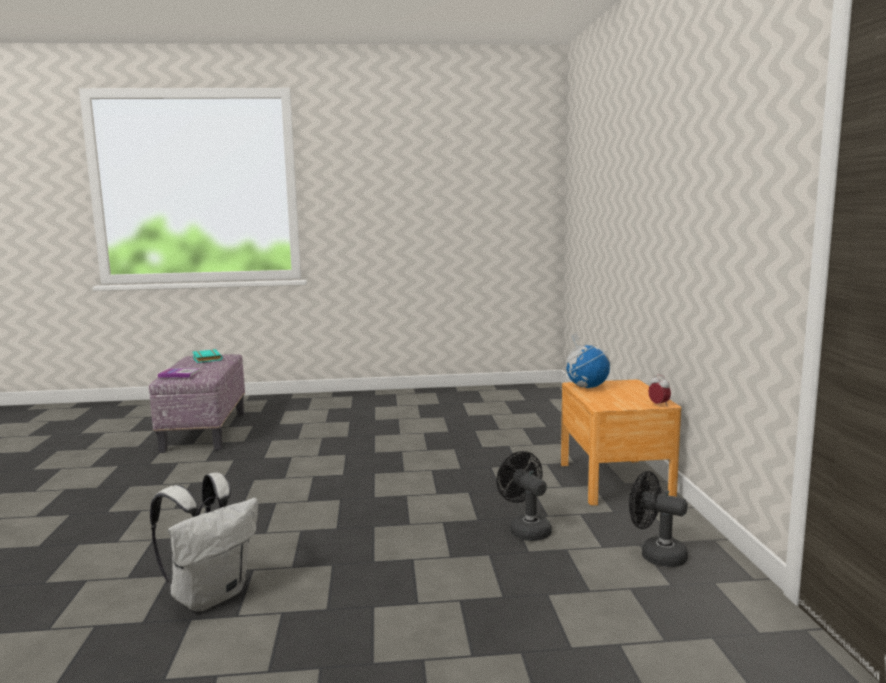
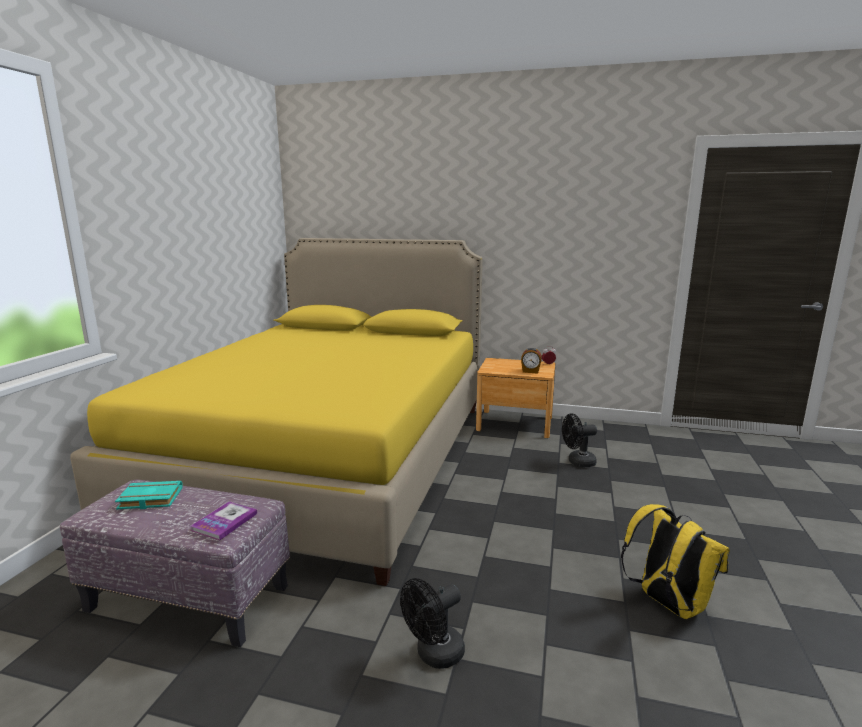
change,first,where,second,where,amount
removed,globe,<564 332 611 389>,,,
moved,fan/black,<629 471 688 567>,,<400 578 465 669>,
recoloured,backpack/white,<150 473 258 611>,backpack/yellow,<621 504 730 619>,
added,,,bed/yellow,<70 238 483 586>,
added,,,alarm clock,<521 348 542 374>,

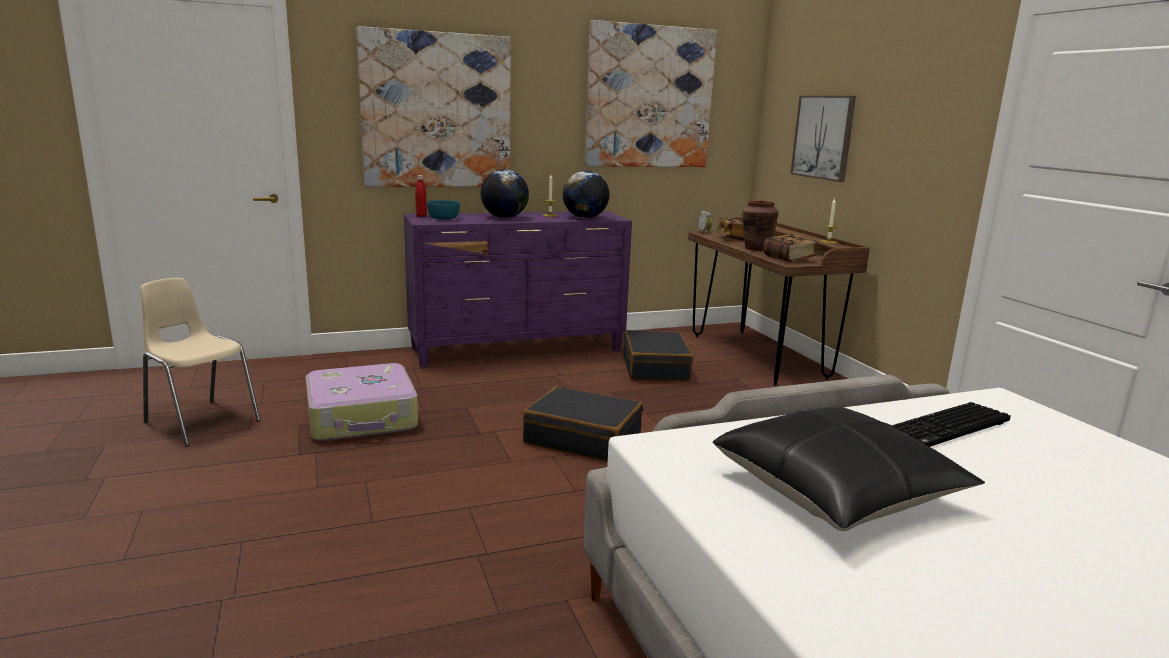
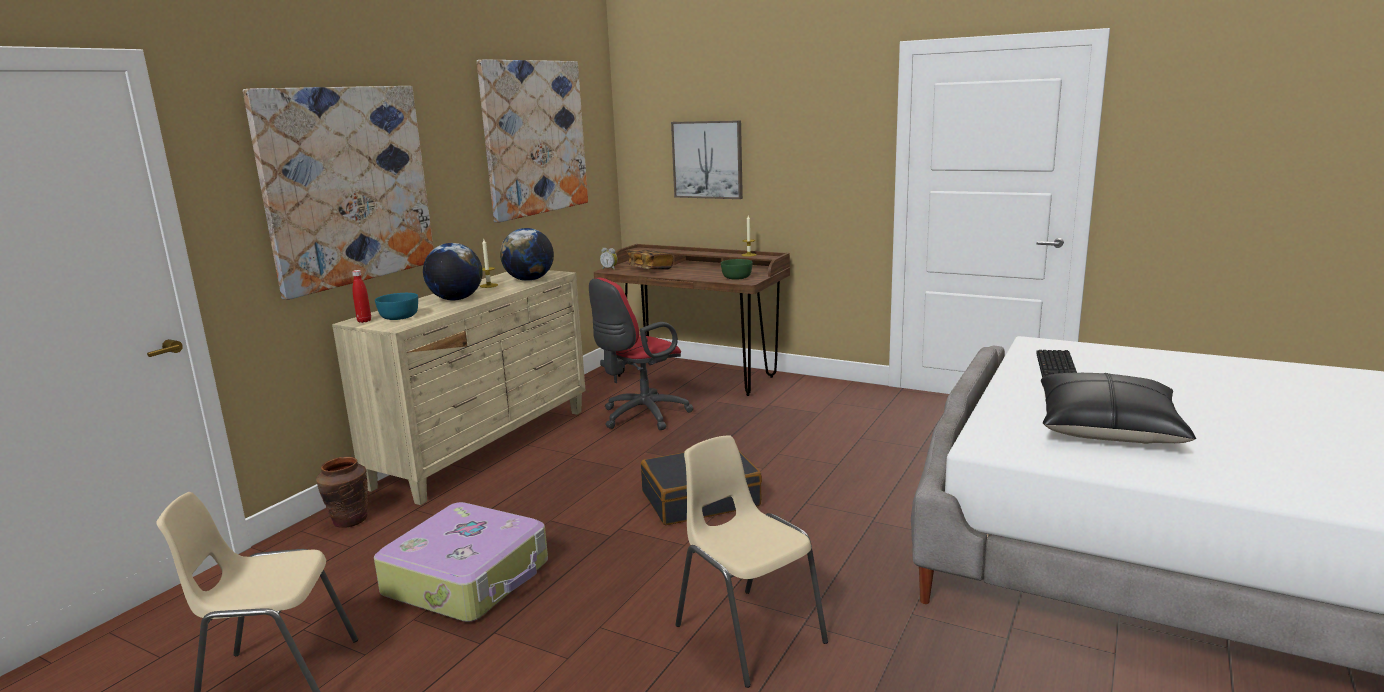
change,first,where,second,where,amount
moved,vase/brown,<742 200 779 251>,,<316 457 368 528>,
recoloured,dresser/purple,<404 211 632 367>,dresser/beige,<332 270 586 505>,
replaced,book,<763 234 818 262>,bowl/green,<721 259 753 280>,
replaced,suitcase/black,<623 330 693 382>,office chair/red,<589 277 693 430>,
added,,,chair/beige,<675 435 828 688>,

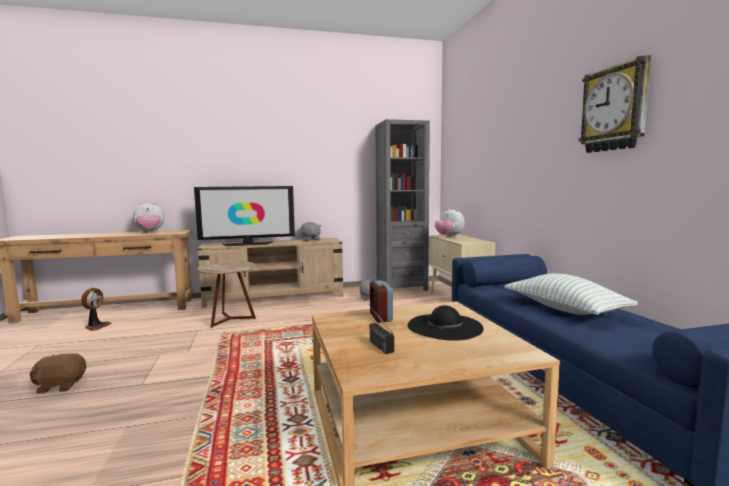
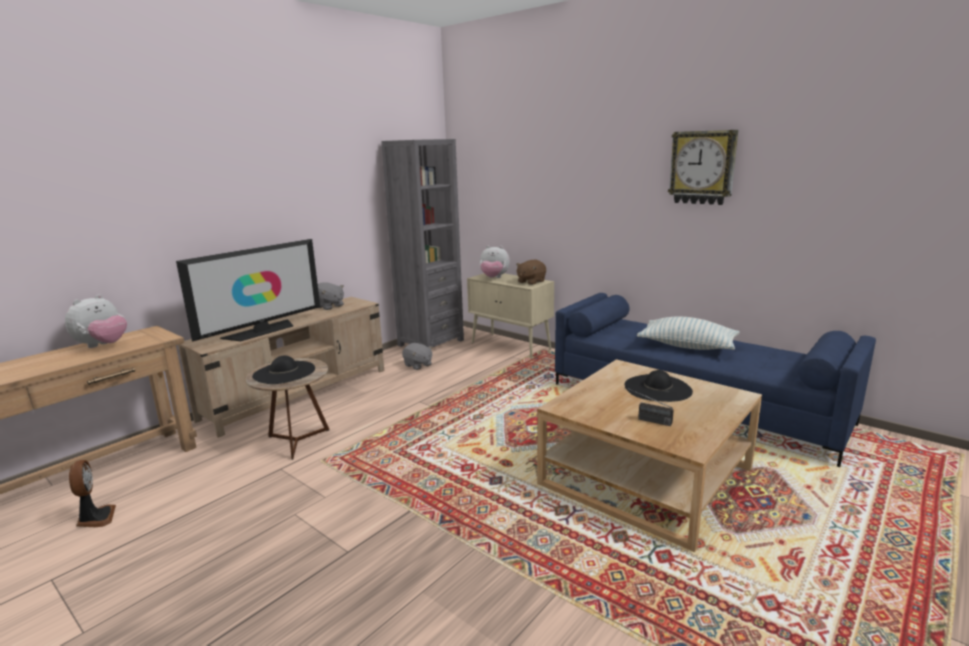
change,first,where,second,where,amount
removed,alarm clock,<370 280 393 322>,,,
moved,plush toy/brown,<29 354 86 394>,,<516 259 546 285>,
added,,,hat/black,<252 356 315 384>,

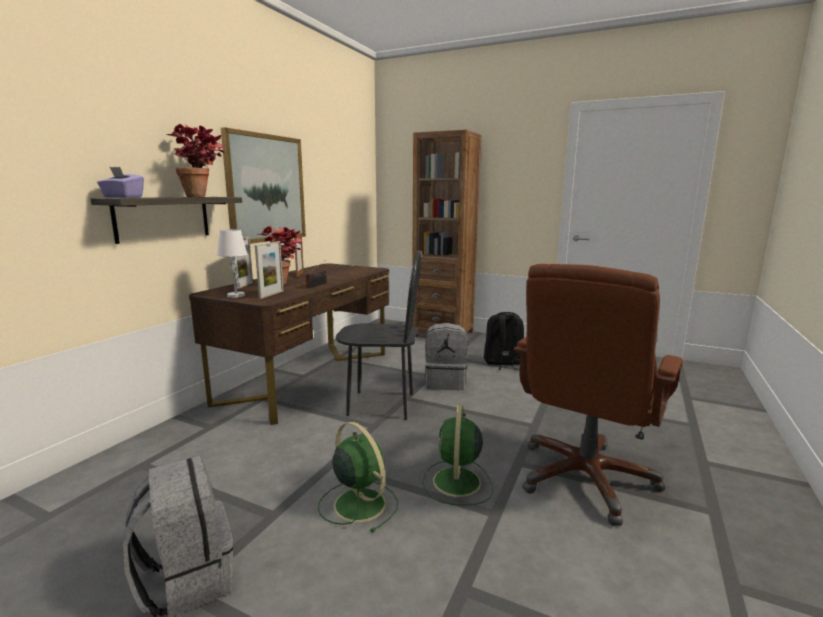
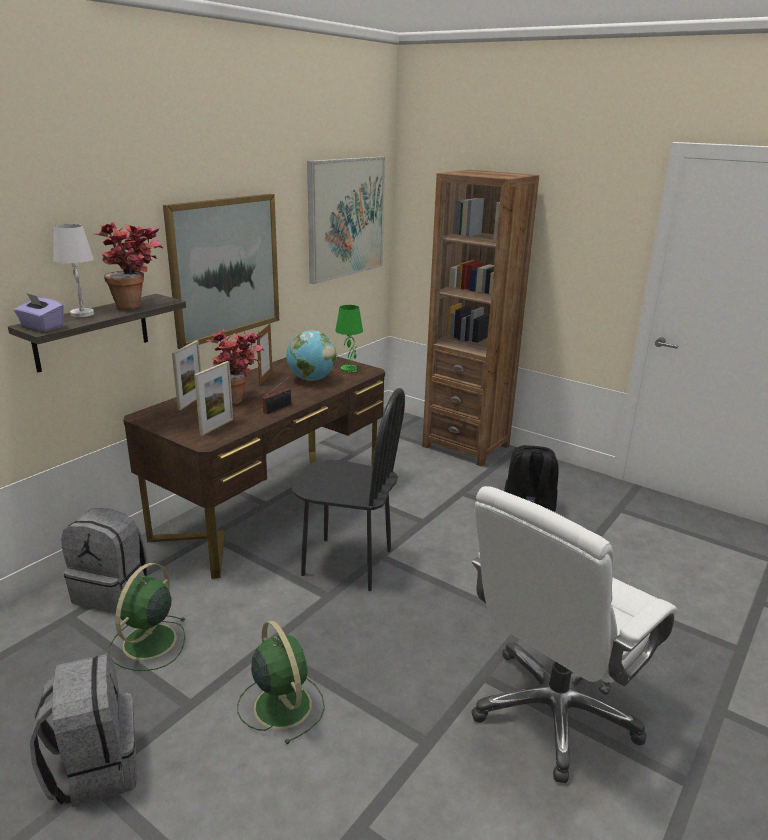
change,first,where,second,where,amount
moved,table lamp/white,<217 229 247 298>,,<53 224 94 317>,
recoloured,office chair/brown,<514 264 683 526>,office chair/white,<471 486 677 783>,
moved,backpack/grey,<424 323 468 390>,,<61 508 149 613>,
moved,fan/green,<423 404 493 506>,,<108 563 186 671>,
added,,,picture,<307 156 385 284>,
added,,,table lamp/green,<335 305 363 373>,
added,,,globe,<286 330 337 381>,

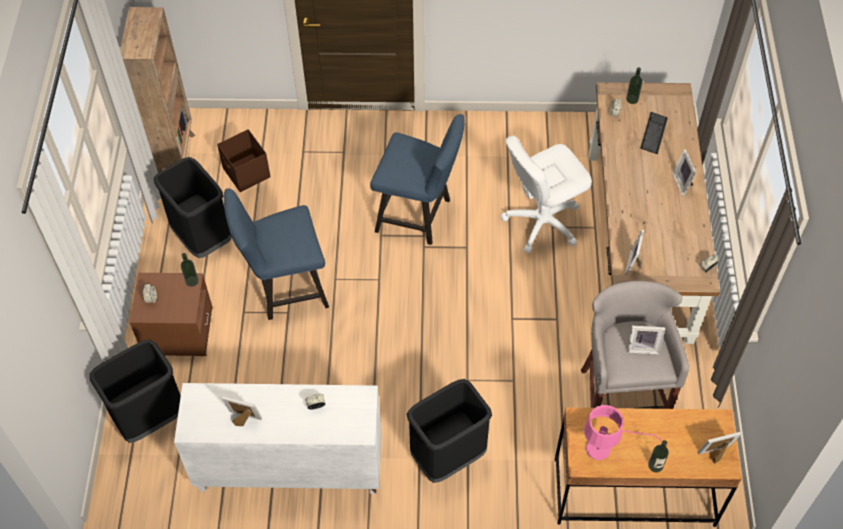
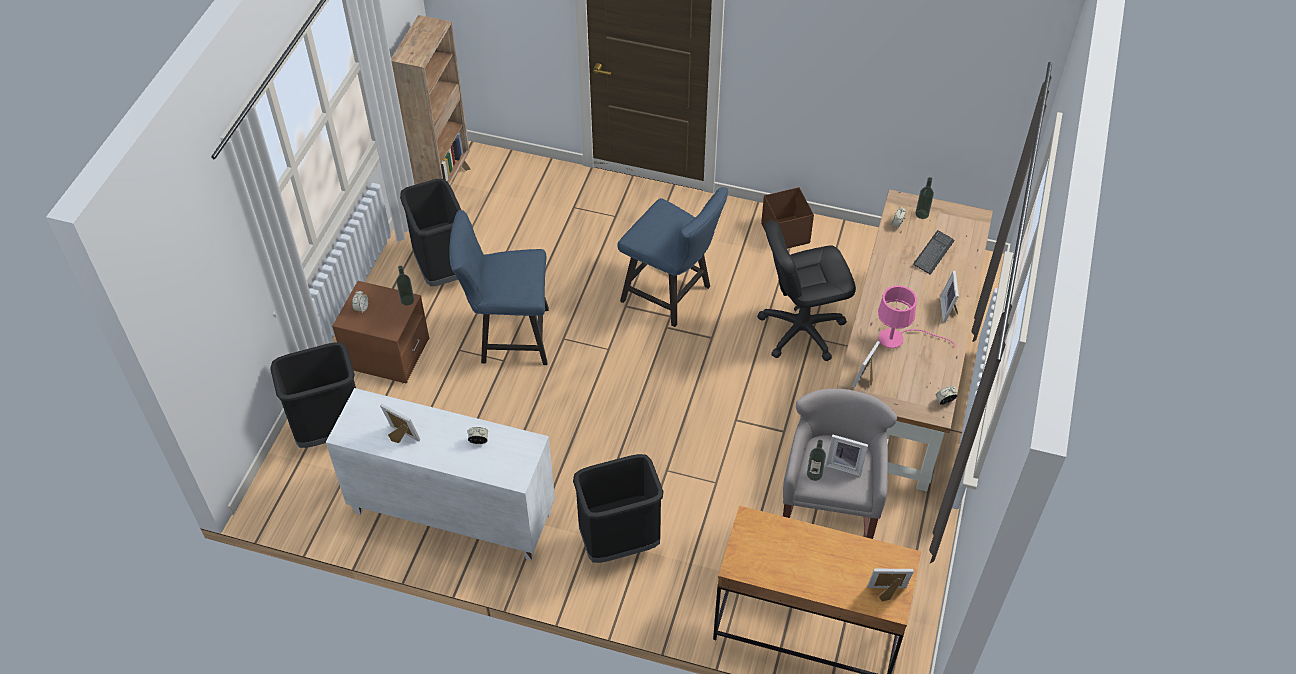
change,first,where,second,where,amount
moved,storage box/brown,<217 129 270 192>,,<761 187 814 249>,
recoloured,office chair/white,<501 135 592 253>,office chair/black,<757 221 856 361>,
moved,table lamp/pink,<584 405 662 460>,,<878 286 955 348>,
moved,bottle,<648 440 669 473>,,<807 440 826 481>,

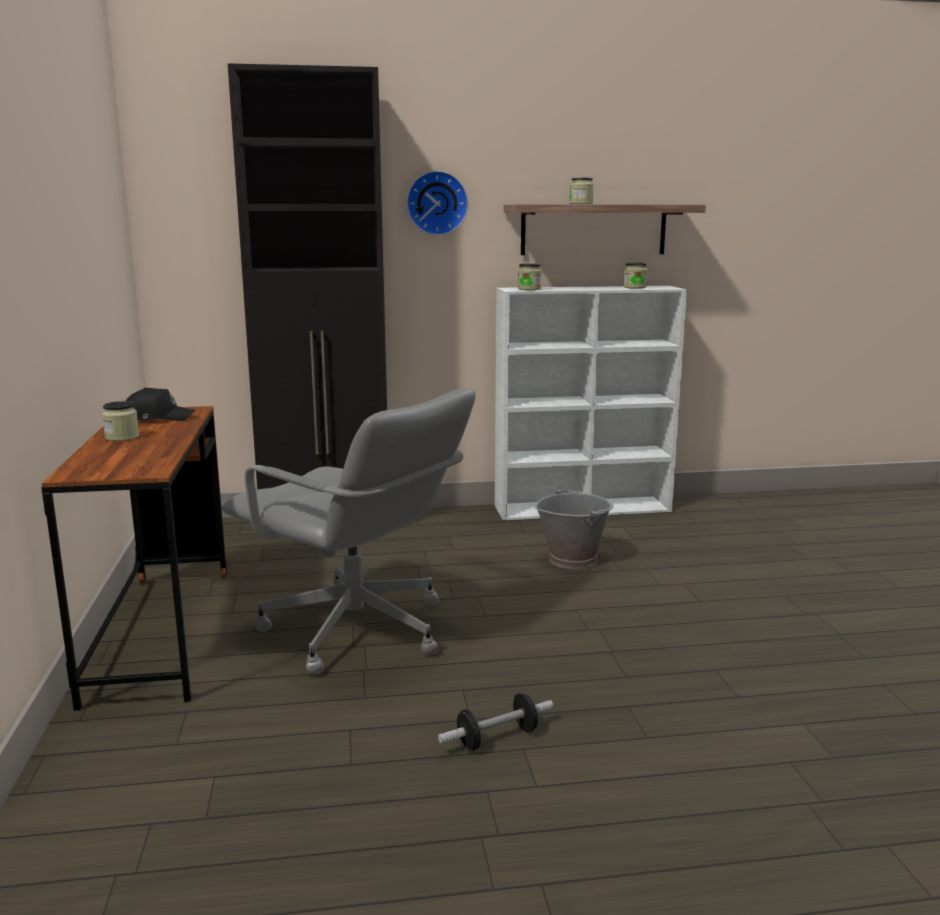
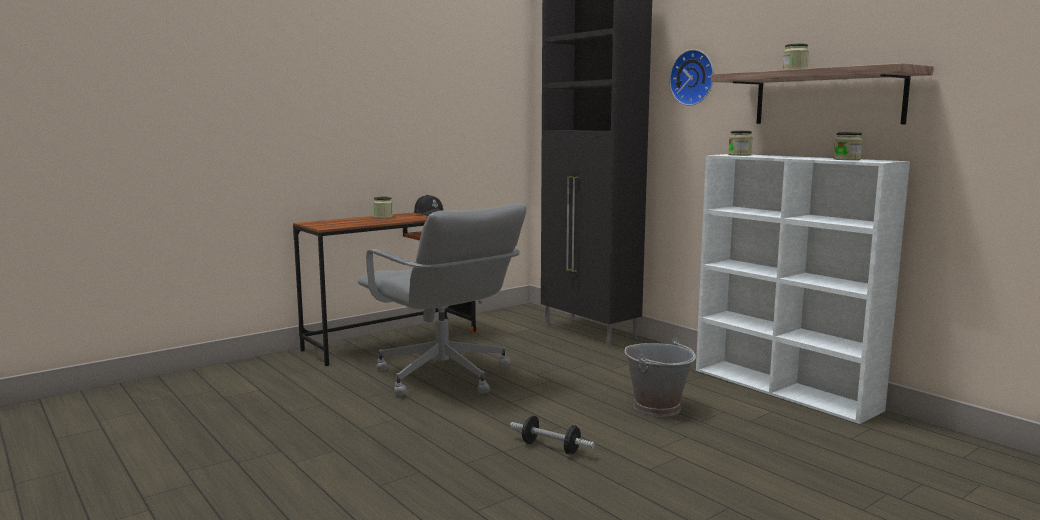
change,first,where,second,where,amount
turned,office chair/grey,<222 389 476 674>,,<357 204 527 396>,45 degrees counterclockwise
moved,dumbbell,<438 693 553 750>,,<510 416 595 455>,

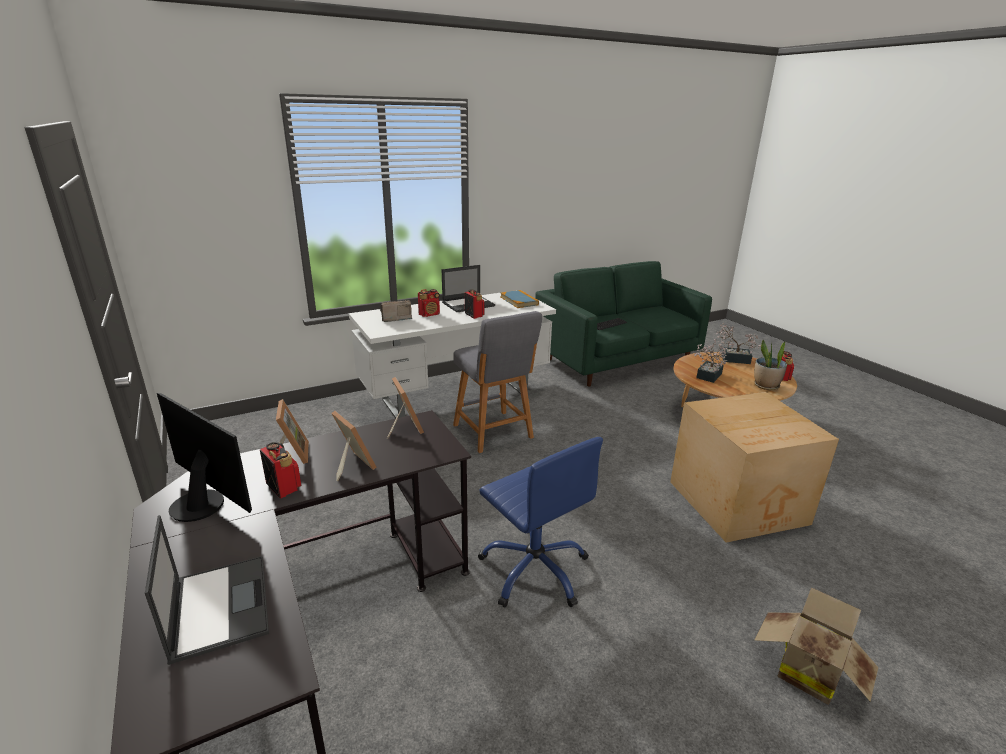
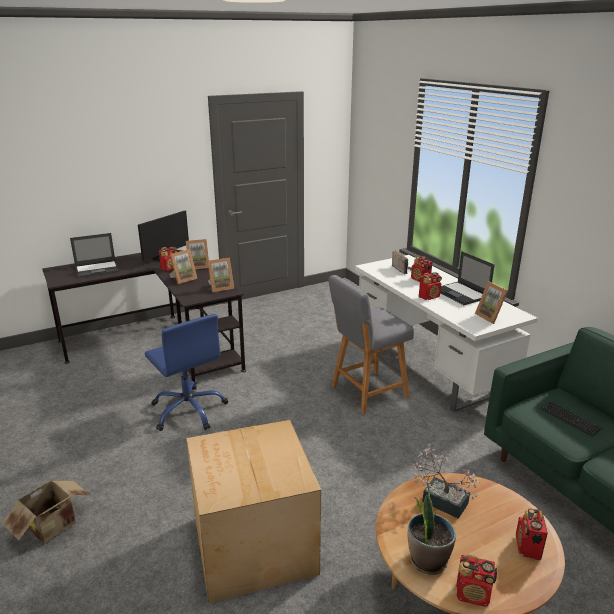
change,first,where,second,where,amount
replaced,book,<501 290 539 308>,picture frame,<475 281 508 324>,
replaced,potted plant,<714 323 761 364>,radio,<516 509 548 560>,
turned,office chair/blue,<478 437 603 608>,,<145 314 229 431>,90 degrees counterclockwise

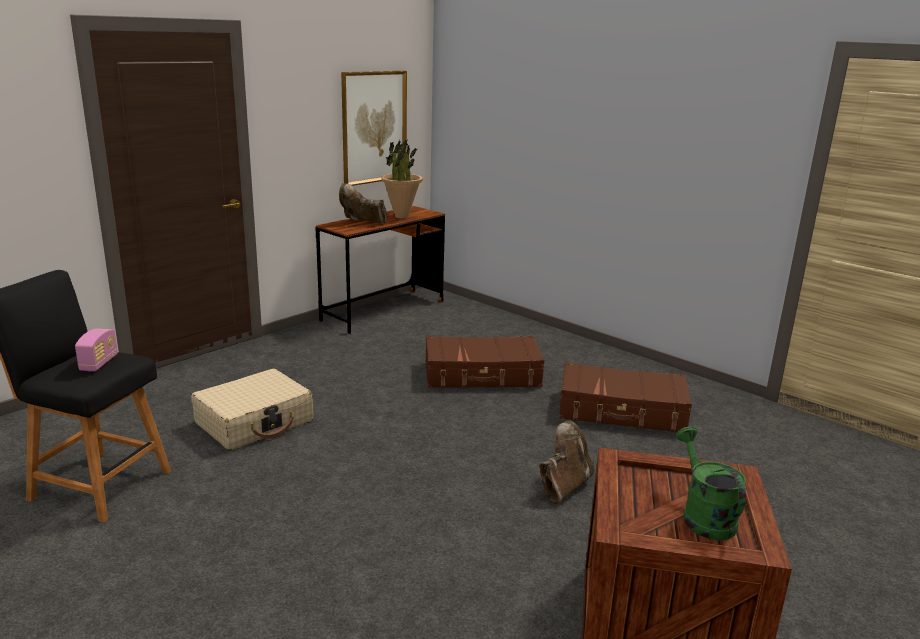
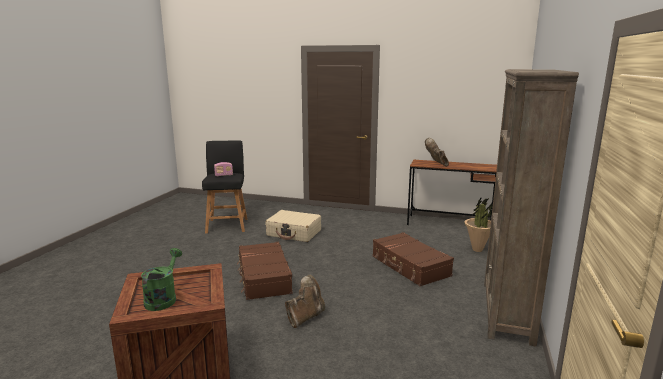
change,first,where,second,where,amount
removed,picture,<341 71 407 186>,,,
moved,potted plant,<381 139 423 218>,,<464 197 493 252>,
moved,suitcase/brown,<559 362 692 432>,,<237 242 293 300>,
turned,boot/brown,<539 420 595 505>,,<285 275 325 328>,60 degrees counterclockwise
turned,watering can/green,<676 427 746 540>,,<141 248 182 311>,45 degrees counterclockwise
added,,,bookcase/brown,<484 69 579 347>,

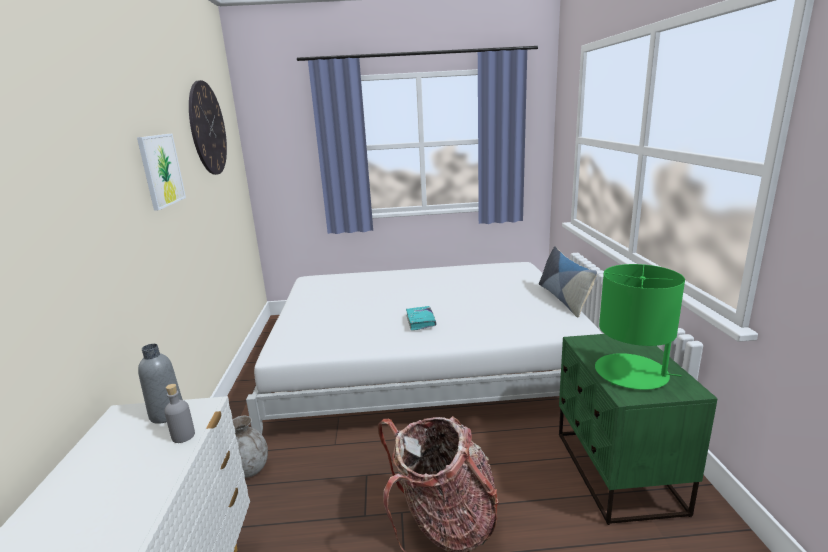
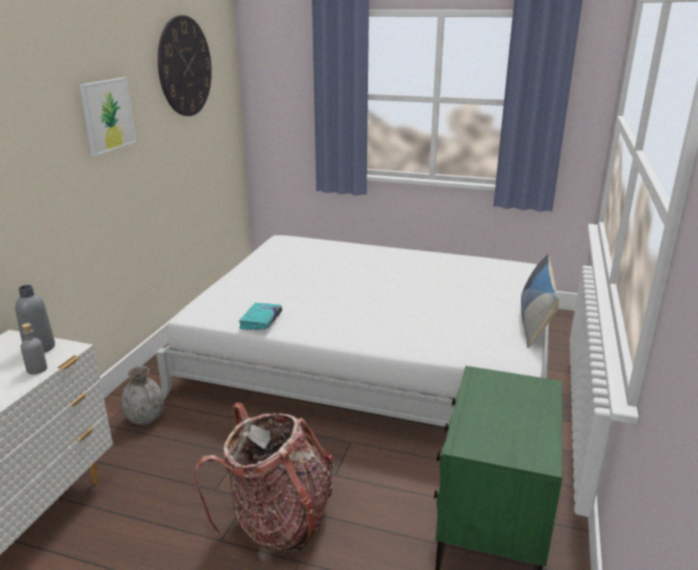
change,first,where,second,where,amount
removed,table lamp/green,<595 264 685 390>,,,
moved,book/turquoise,<406 306 436 330>,,<239 303 282 330>,

